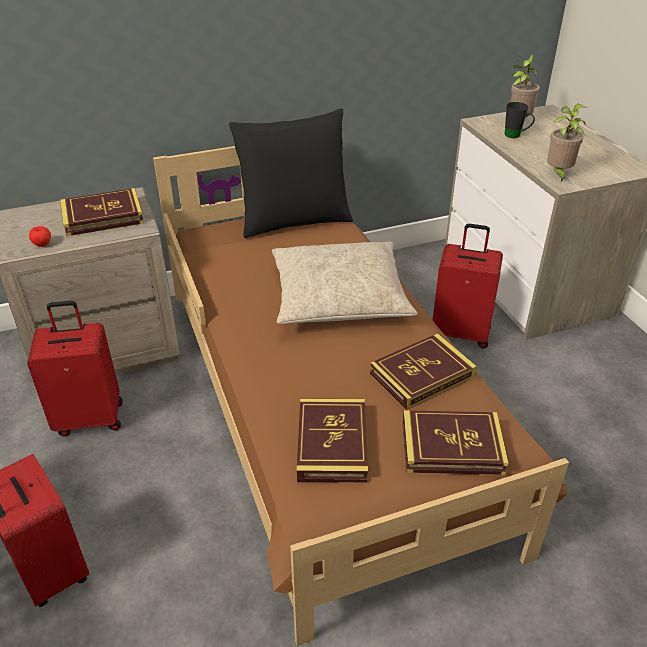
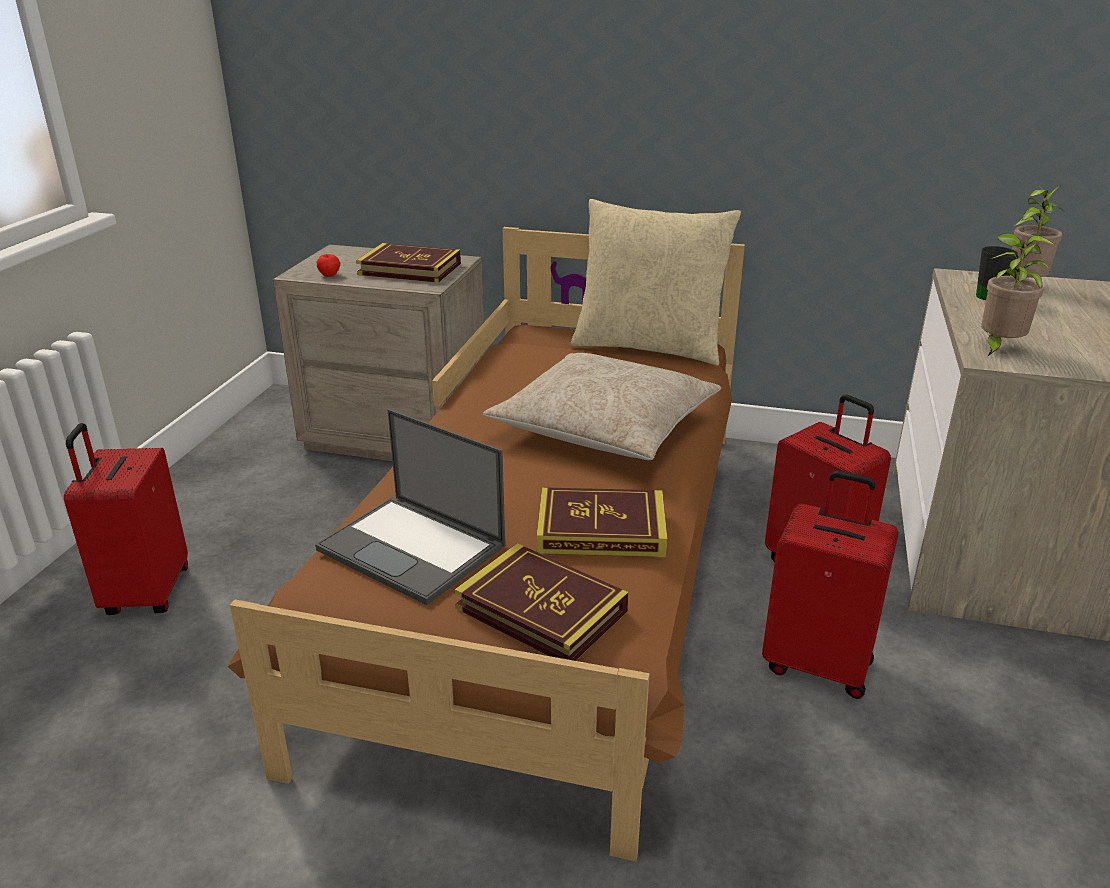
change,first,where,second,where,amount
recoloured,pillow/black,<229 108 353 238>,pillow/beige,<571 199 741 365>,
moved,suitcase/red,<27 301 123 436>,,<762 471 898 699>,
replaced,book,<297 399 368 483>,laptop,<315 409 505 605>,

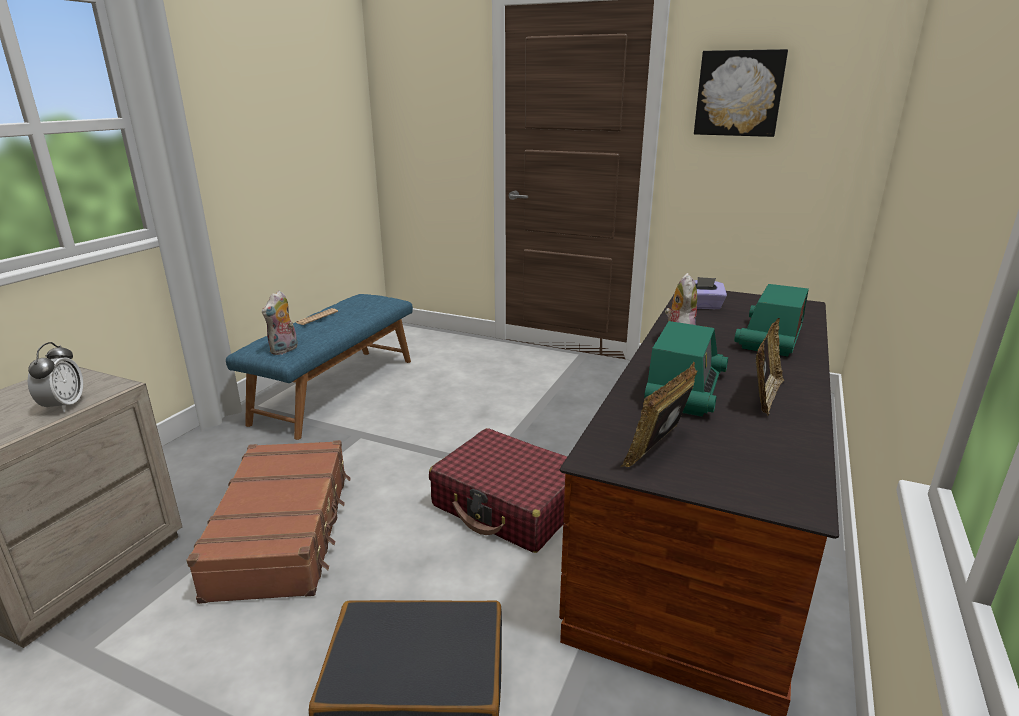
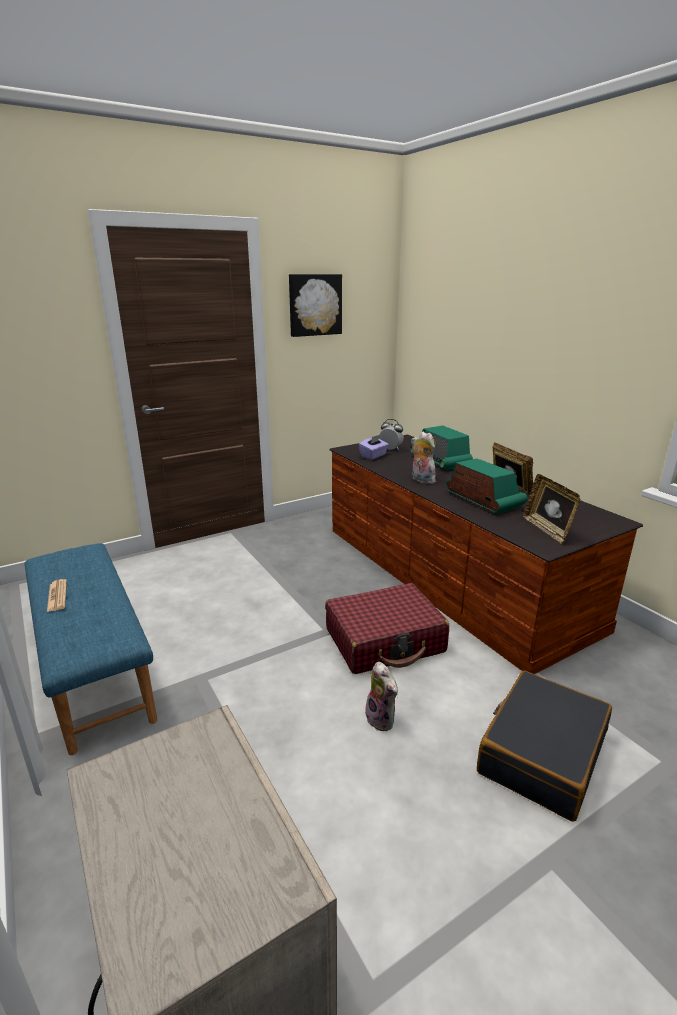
change,first,where,second,where,amount
moved,plush toy,<262 291 298 355>,,<365 662 398 731>,
moved,alarm clock,<28 342 83 413>,,<379 419 403 450>,
removed,suitcase/brown,<187 440 351 604>,,,

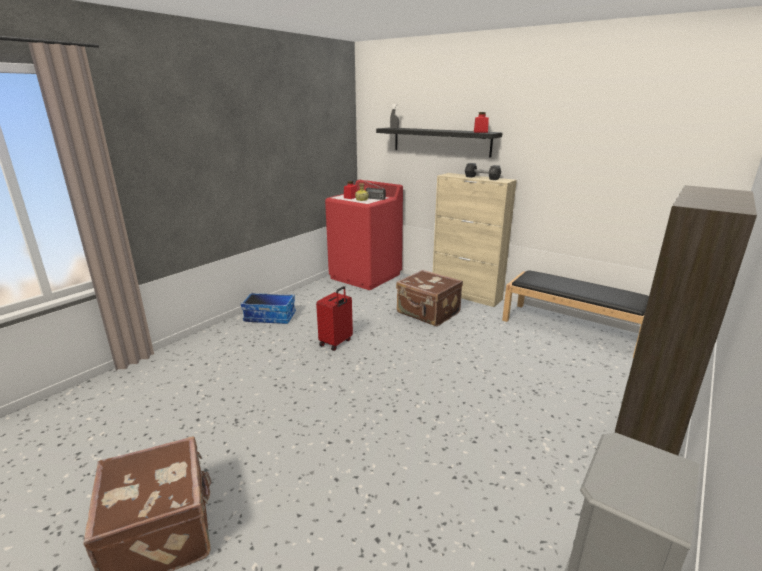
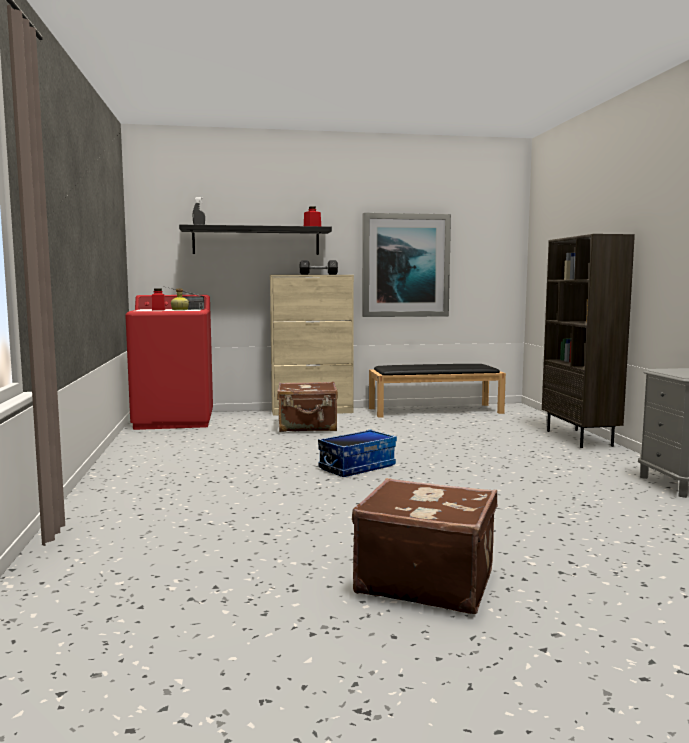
change,first,where,second,where,amount
removed,suitcase/red,<316 286 353 351>,,,
moved,storage box,<241 293 296 324>,,<318 430 397 477>,
added,,,picture,<362 213 451 317>,

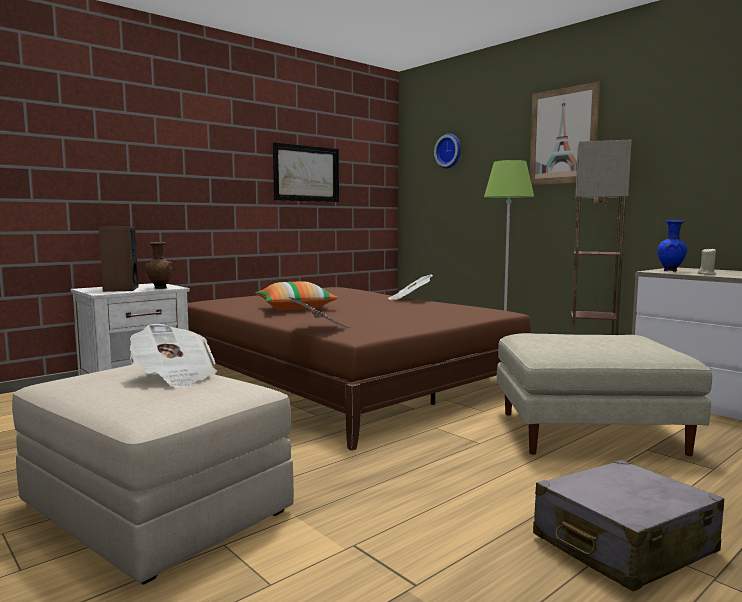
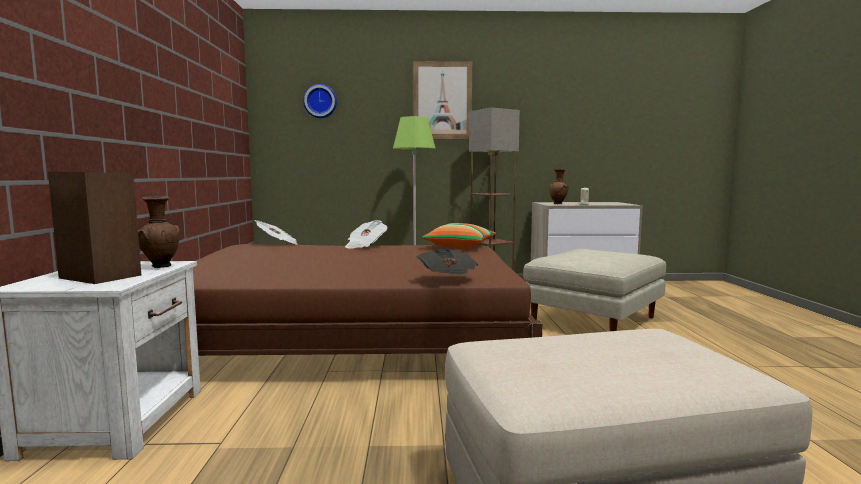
change,first,where,second,where,amount
removed,picture,<273 142 339 202>,,,
recoloured,vase/blue,<658 220 687 272>,vase/brown,<549 169 569 204>,
moved,pillow,<255 281 338 310>,,<422 223 496 248>,
moved,newspaper,<130 324 217 388>,,<254 220 298 245>,
removed,suitcase/grey,<533 460 724 591>,,,

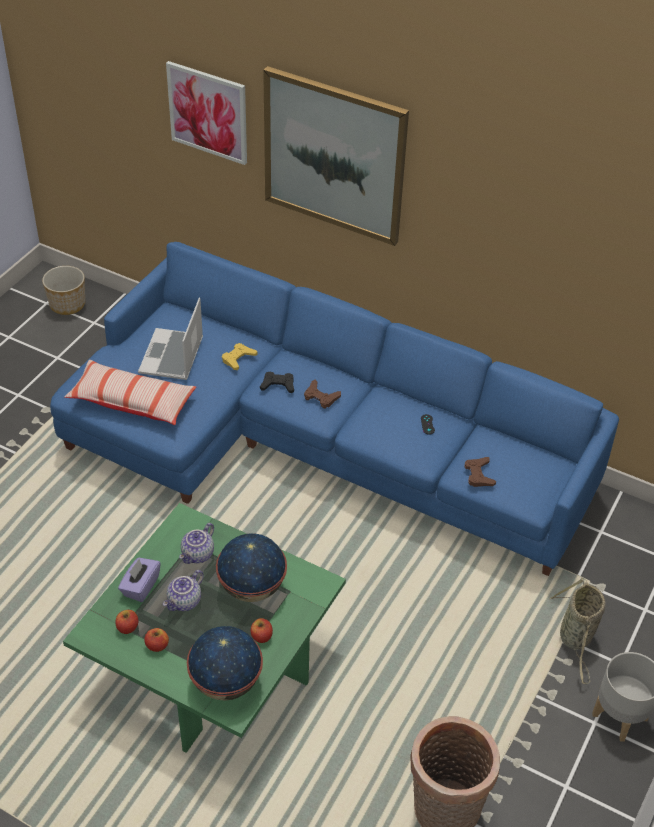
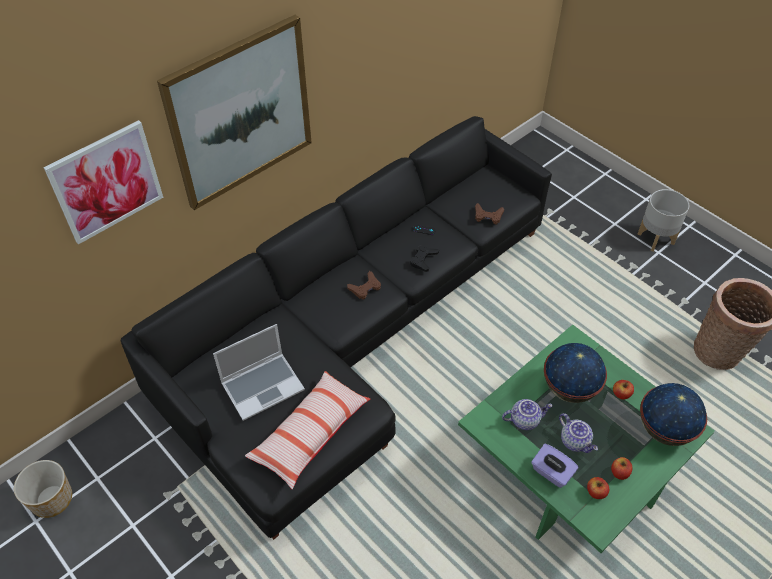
change,first,where,second,where,amount
recoloured,sofa/blue,<50 242 619 576>,sofa/black,<121 116 552 540>,
turned,laptop,<138 298 203 380>,,<213 324 305 421>,60 degrees counterclockwise
removed,game controller/yellow,<222 343 258 370>,,,
moved,game controller/black,<260 372 294 393>,,<410 245 439 272>,
turned,teapot,<179 523 214 564>,,<502 399 553 430>,60 degrees counterclockwise
removed,basket,<549 578 606 684>,,,

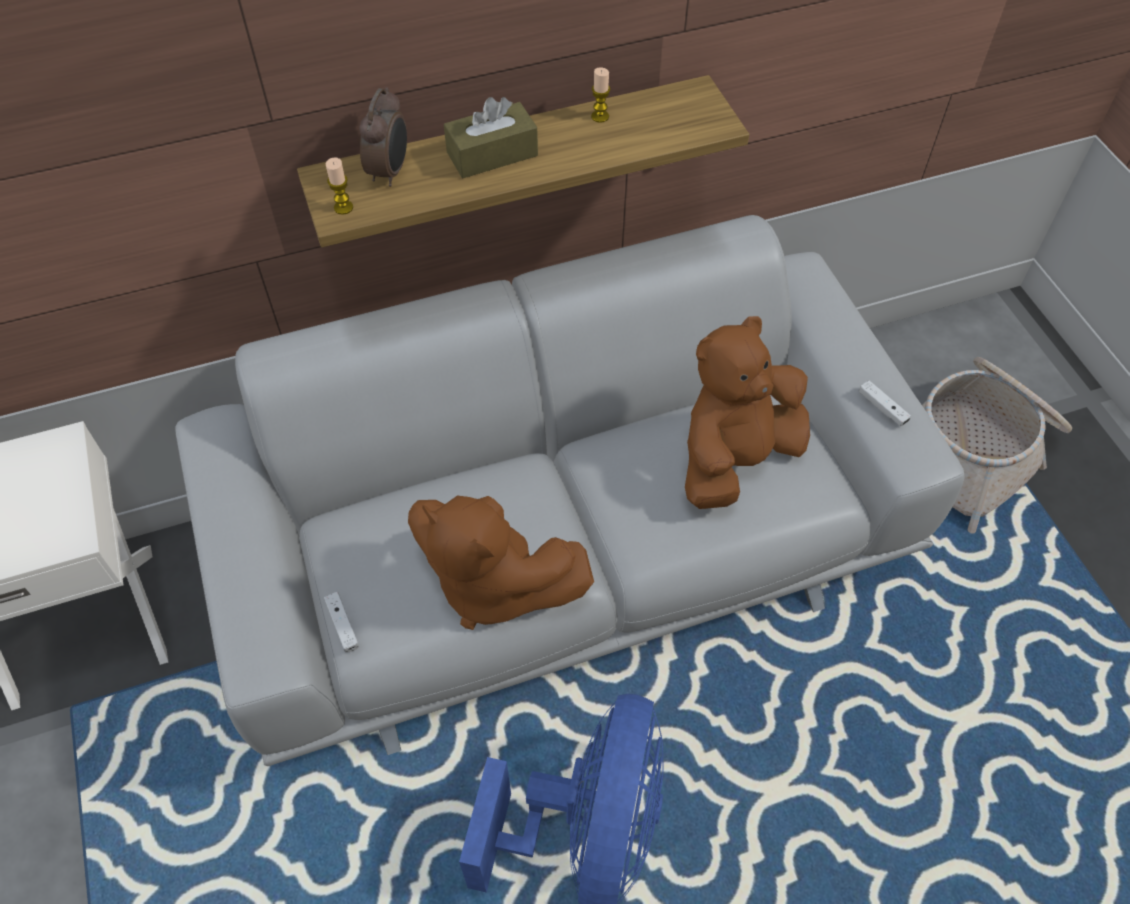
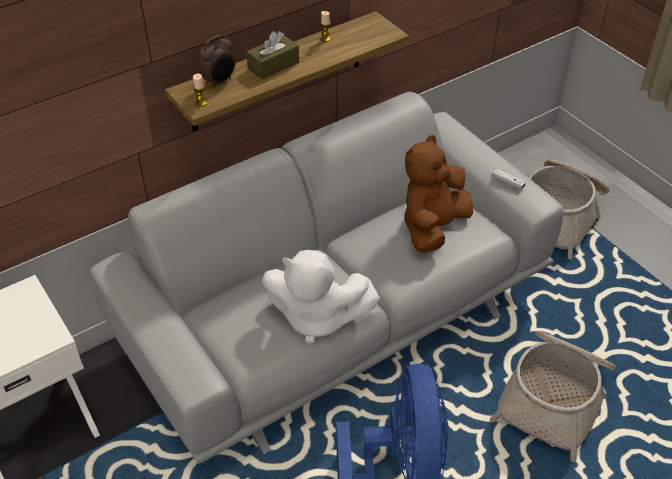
change,first,where,second,where,amount
turned,alarm clock,<360 87 407 187>,,<198 35 235 89>,45 degrees clockwise
recoloured,plush toy/brown,<408 495 594 630>,plush toy/white,<262 250 380 343>,
removed,game controller/white,<324 592 359 653>,,,
added,,,basket,<490 331 616 462>,

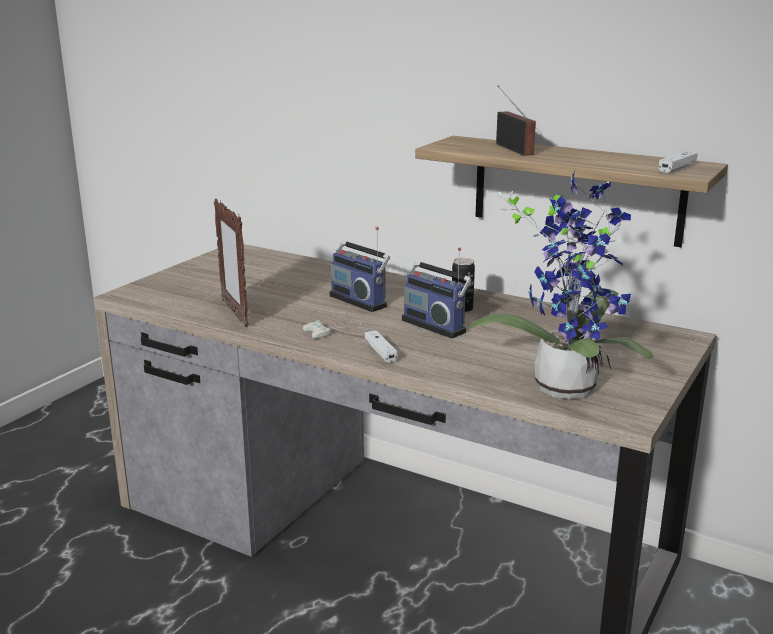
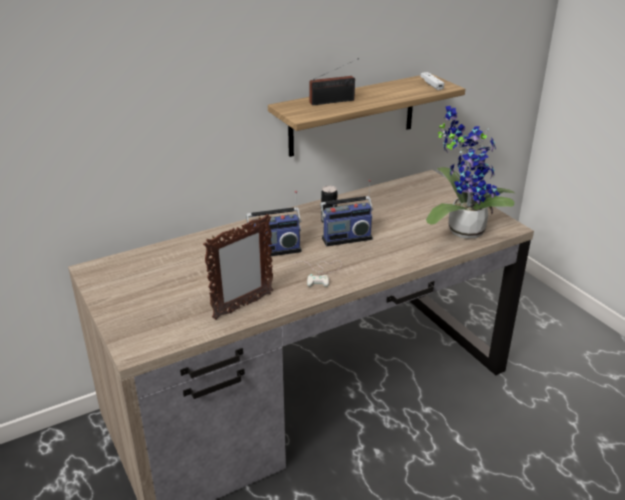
change,first,where,second,where,amount
turned,radio,<496 86 536 156>,,<310 58 359 105>,150 degrees clockwise
turned,picture frame,<214 199 248 327>,,<203 214 274 320>,45 degrees counterclockwise
removed,game controller/white,<365 330 398 363>,,,

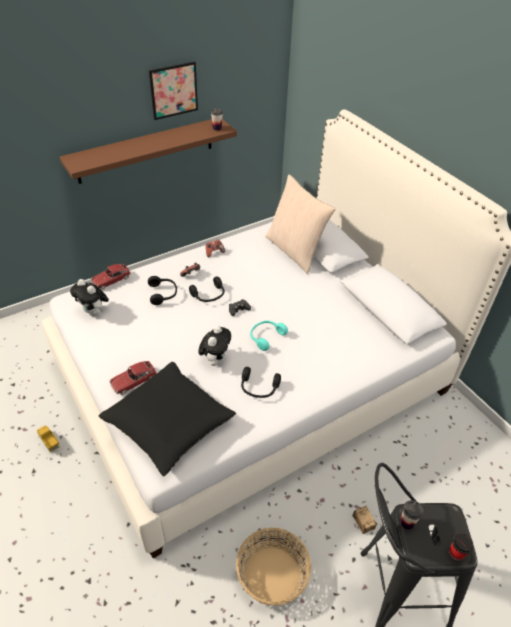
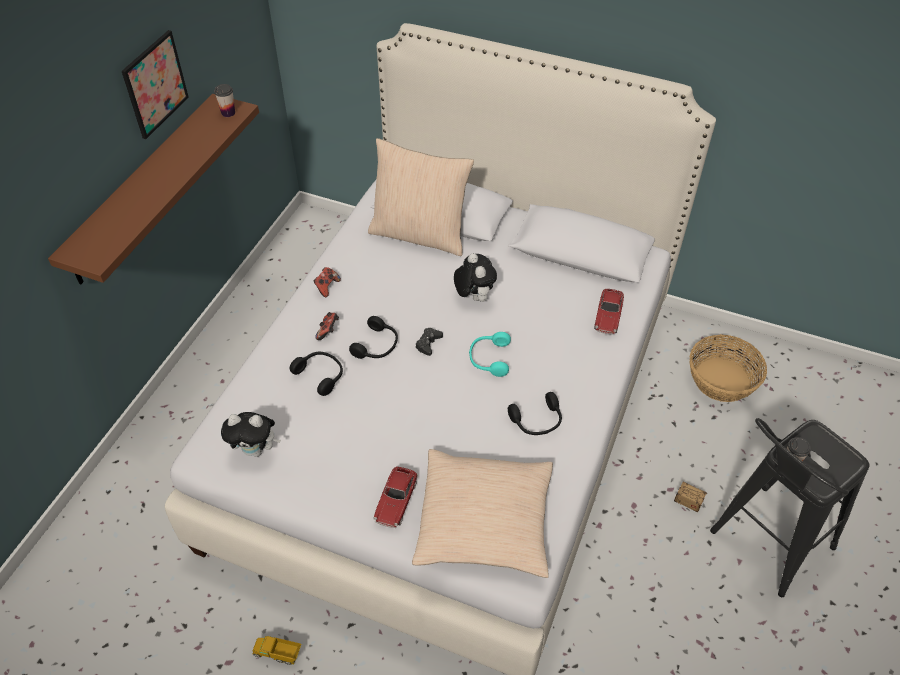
change,first,where,second,where,amount
moved,toy car,<91 264 131 290>,,<594 289 624 335>,
moved,plush toy,<198 325 231 366>,,<454 253 497 302>,
recoloured,pillow/black,<99 362 236 477>,pillow/beige,<412 449 553 578>,
moved,basket,<236 528 311 606>,,<690 334 767 402>,
removed,cup,<449 533 473 561>,,,

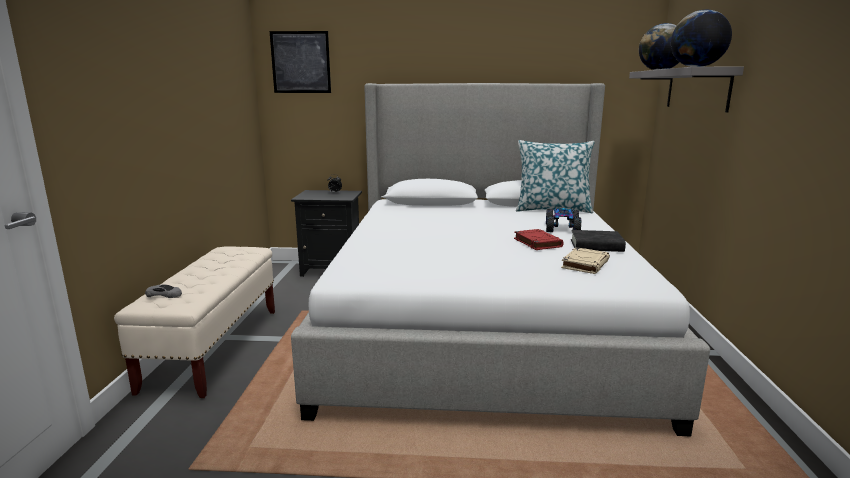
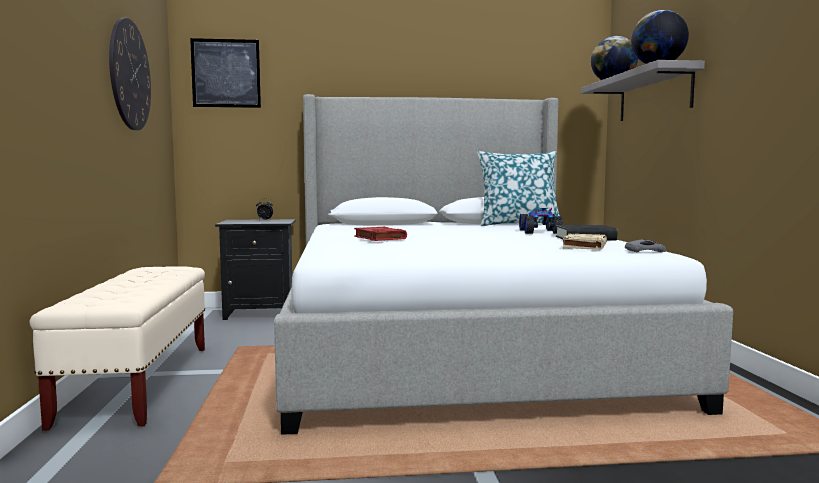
change,first,where,second,where,amount
moved,book/red,<514 229 564 250>,,<354 226 407 241>,
moved,toy car/grey,<145 284 182 298>,,<625 239 666 252>,
added,,,wall clock,<109 18 151 130>,

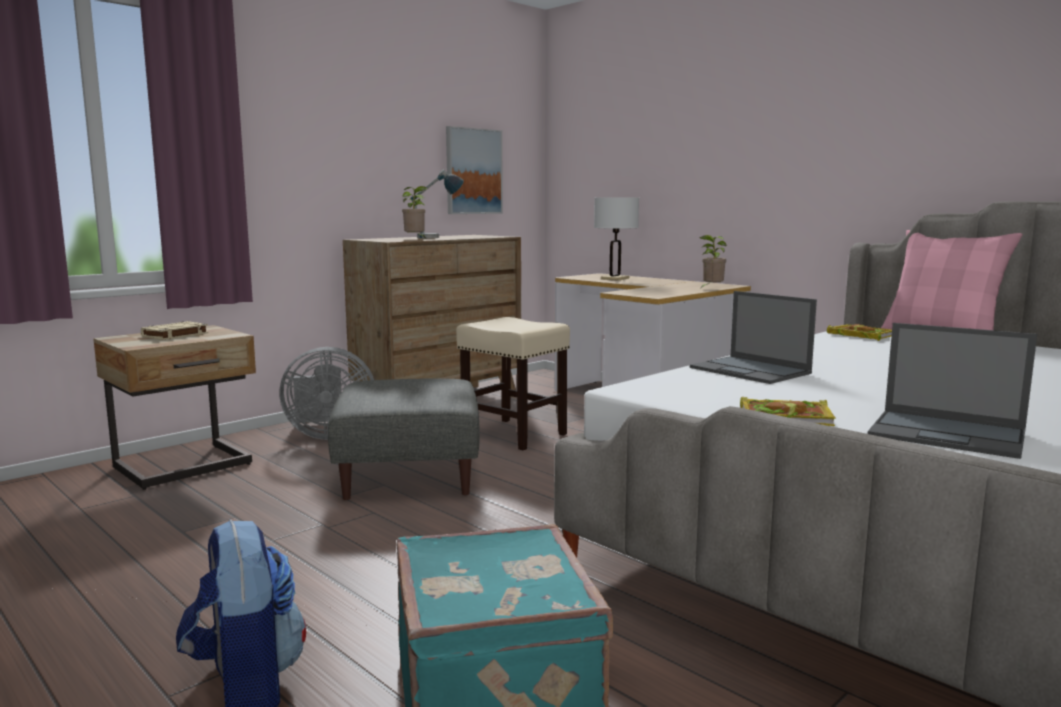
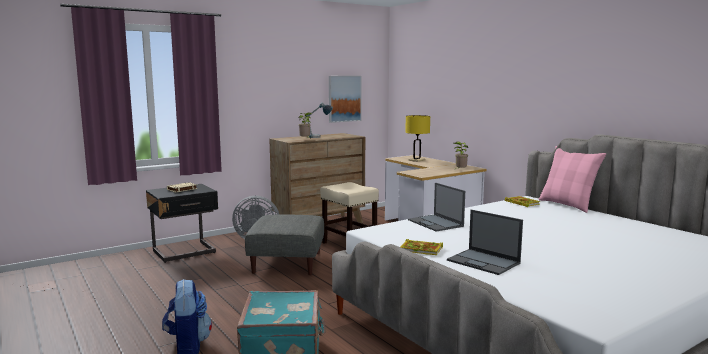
change,first,where,second,where,amount
recoloured,table lamp/white,<594 197 639 281>,table lamp/yellow,<405 115 430 162>,
recoloured,nightstand/beige,<93 325 256 490>,nightstand/black,<146 184 218 263>,

